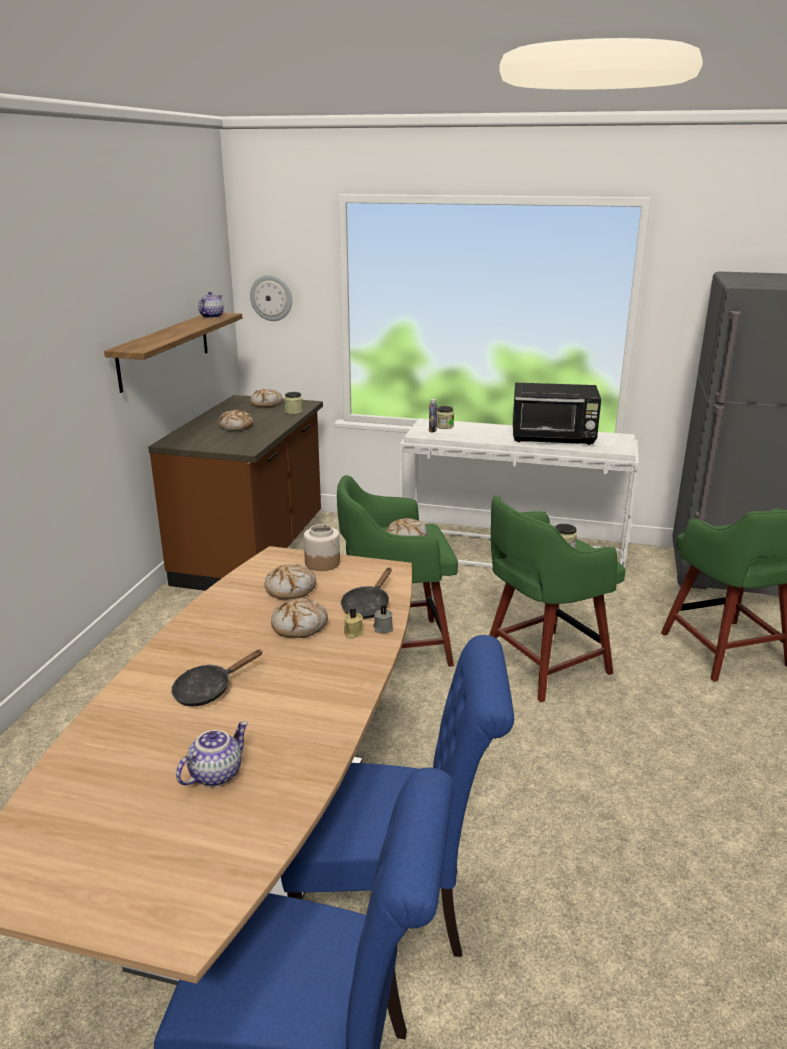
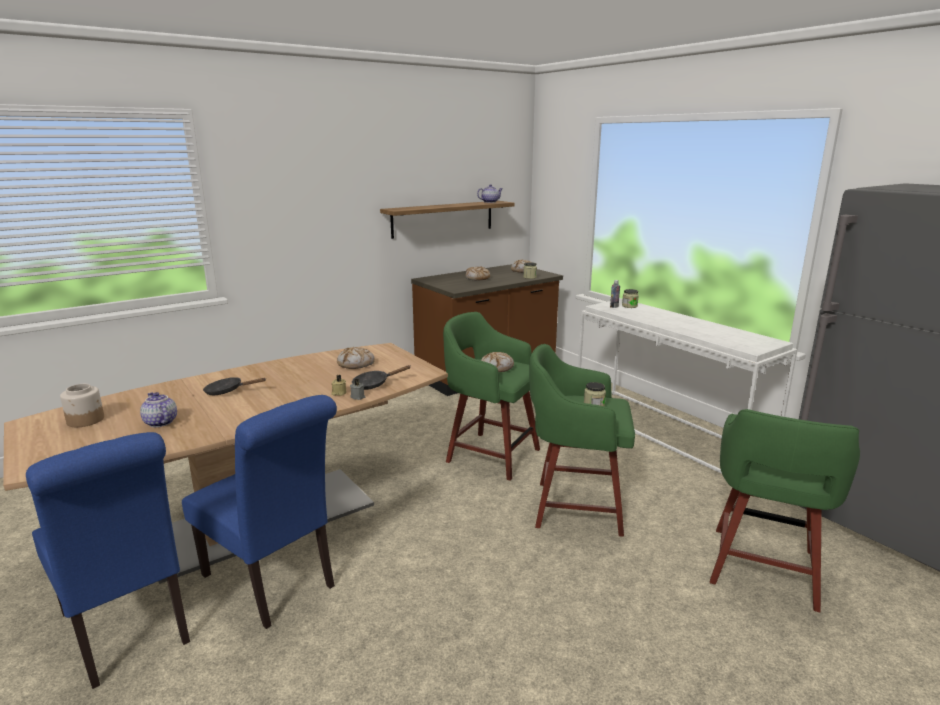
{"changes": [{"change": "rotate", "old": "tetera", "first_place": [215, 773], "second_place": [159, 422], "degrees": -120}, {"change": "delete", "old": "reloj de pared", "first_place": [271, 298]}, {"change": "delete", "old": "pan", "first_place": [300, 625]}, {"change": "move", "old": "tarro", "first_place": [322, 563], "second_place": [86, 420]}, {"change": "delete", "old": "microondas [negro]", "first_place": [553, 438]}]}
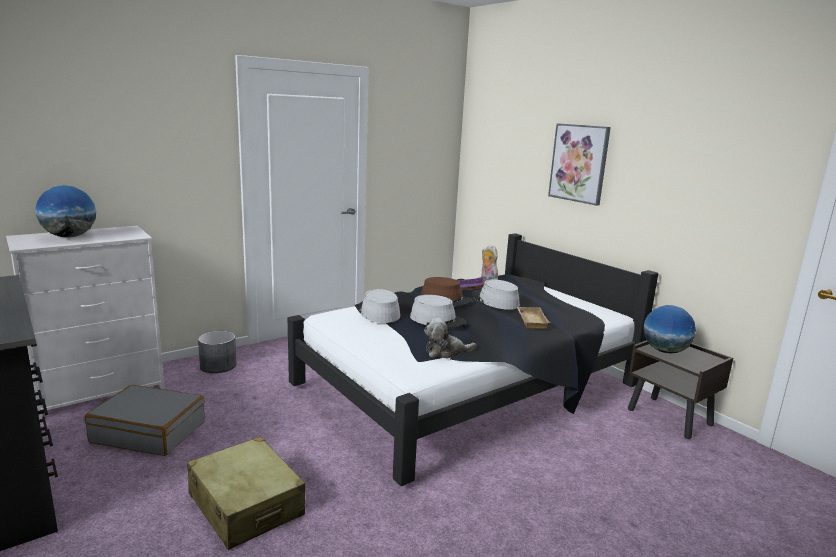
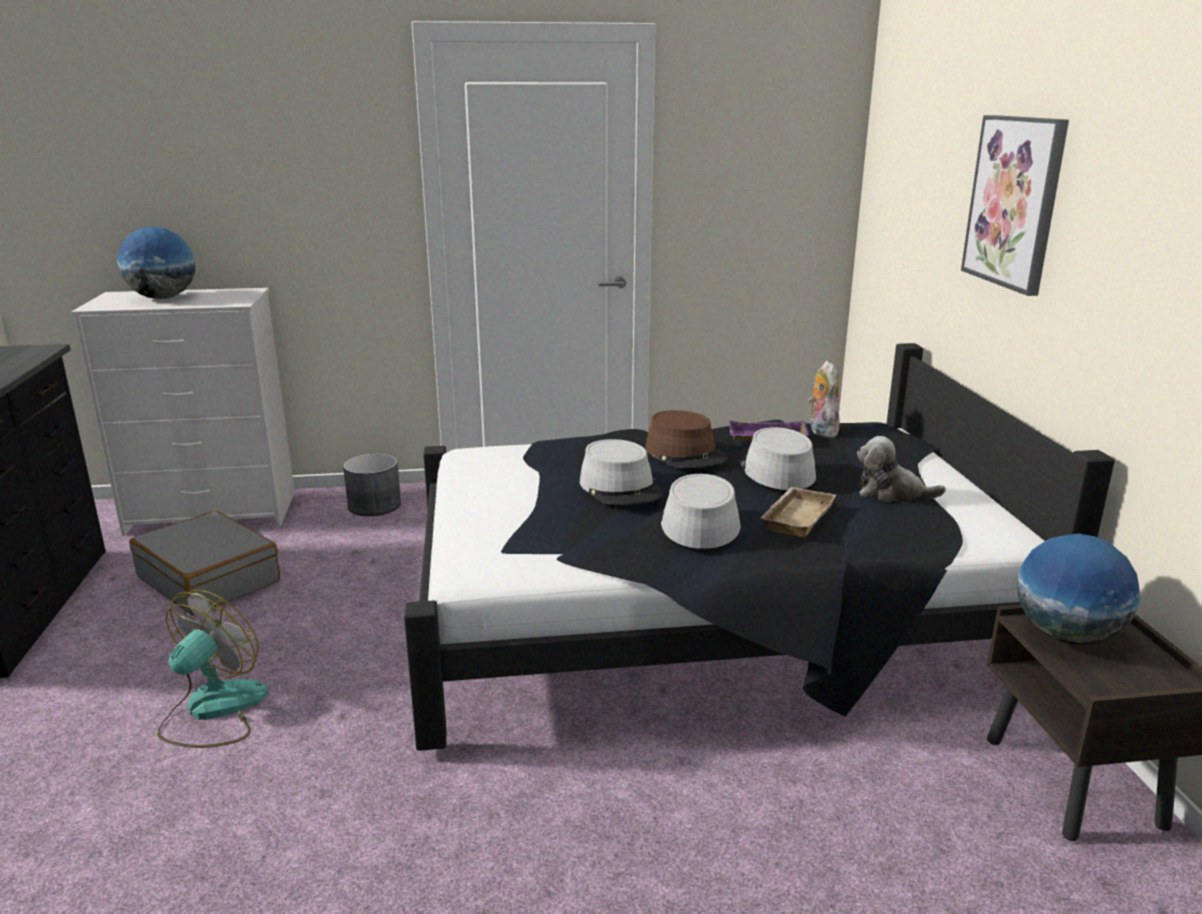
{"changes": [{"change": "replace", "old": "maleta [beis]", "new": "ventilador", "first_place": [246, 505], "second_place": [213, 711]}, {"change": "move", "old": "sombrero [gris]", "first_place": [378, 312], "second_place": [700, 521]}, {"change": "move", "old": "peluche", "first_place": [446, 352], "second_place": [891, 492]}]}
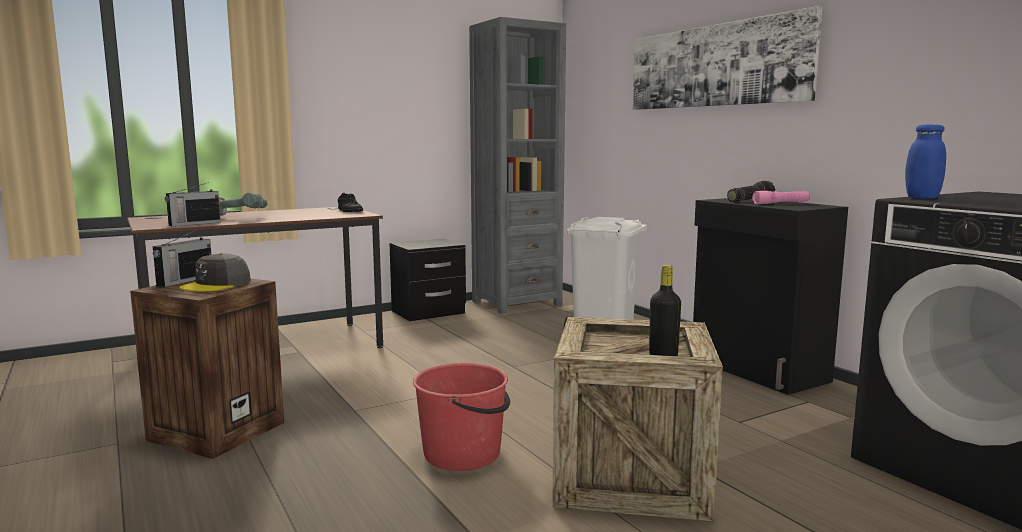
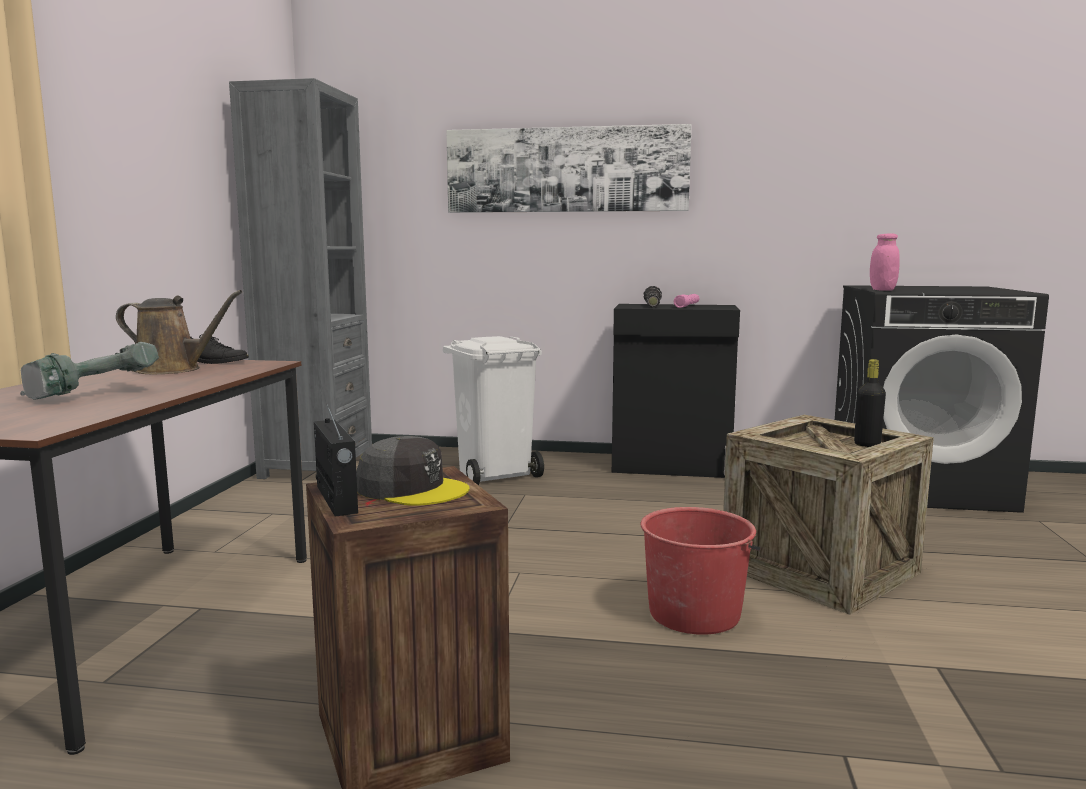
{"changes": [{"change": "delete", "old": "radio", "first_place": [193, 224]}, {"change": "rotate", "old": "gorra [gris]", "first_place": [216, 284], "second_place": [412, 489], "degrees": -45}, {"change": "delete", "old": "mesita de noche [negro]", "first_place": [429, 312]}, {"change": "recolor", "old": "tarro [azul]", "new": "tarro [rosa]", "first_place": [922, 198], "second_place": [882, 290]}, {"change": "insert", "new": "regadera [marrón]", "second_place": [173, 369]}]}
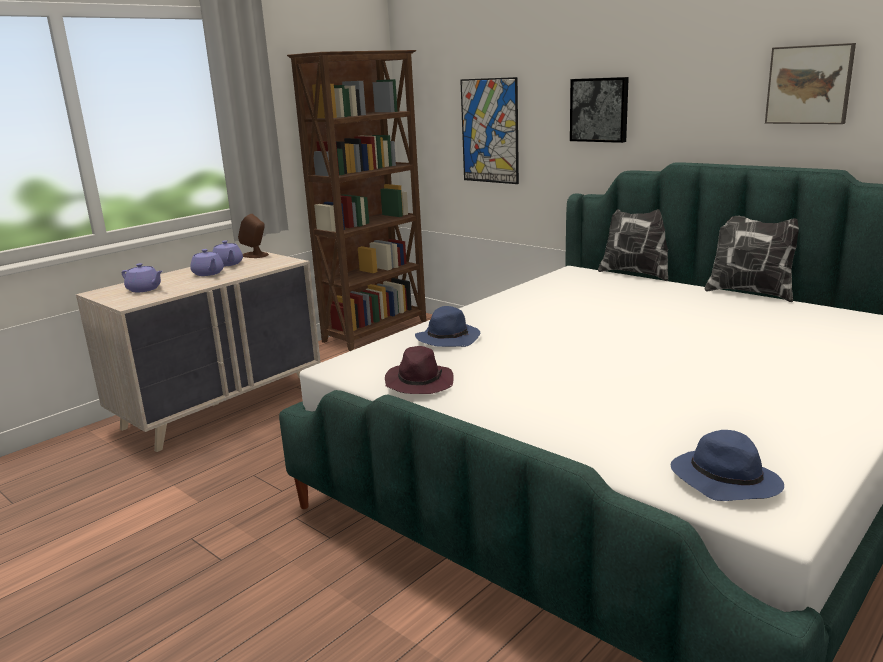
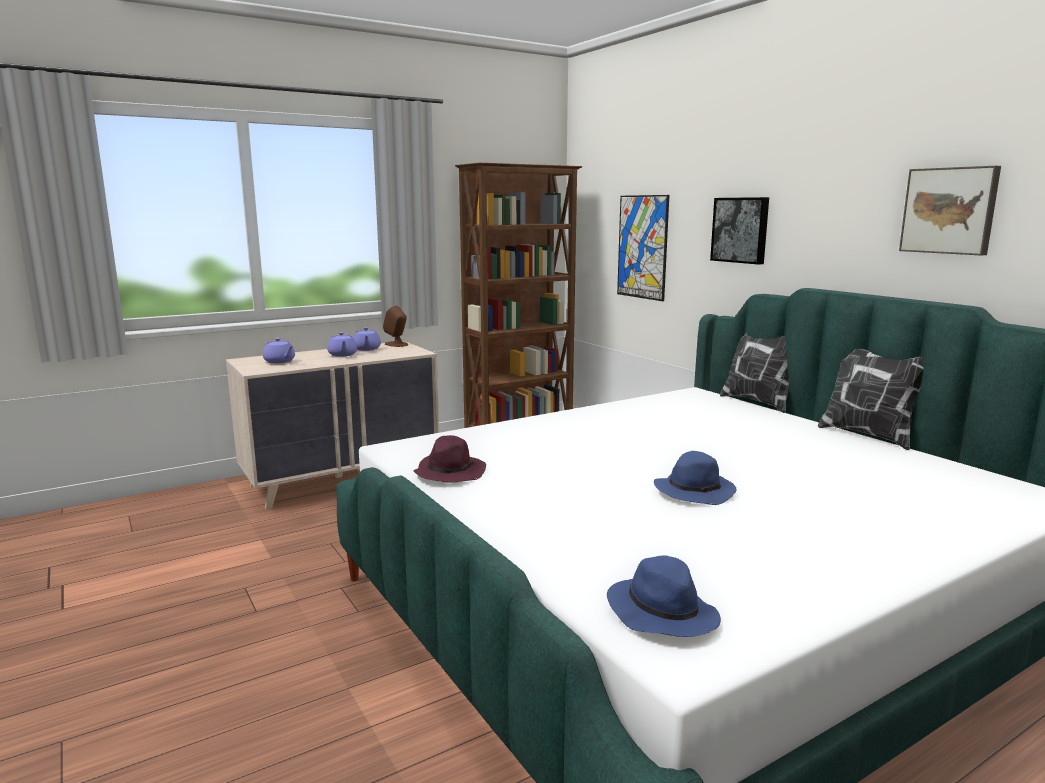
{"changes": [{"change": "move", "old": "sombrero [azul]", "first_place": [448, 338], "second_place": [695, 491]}]}
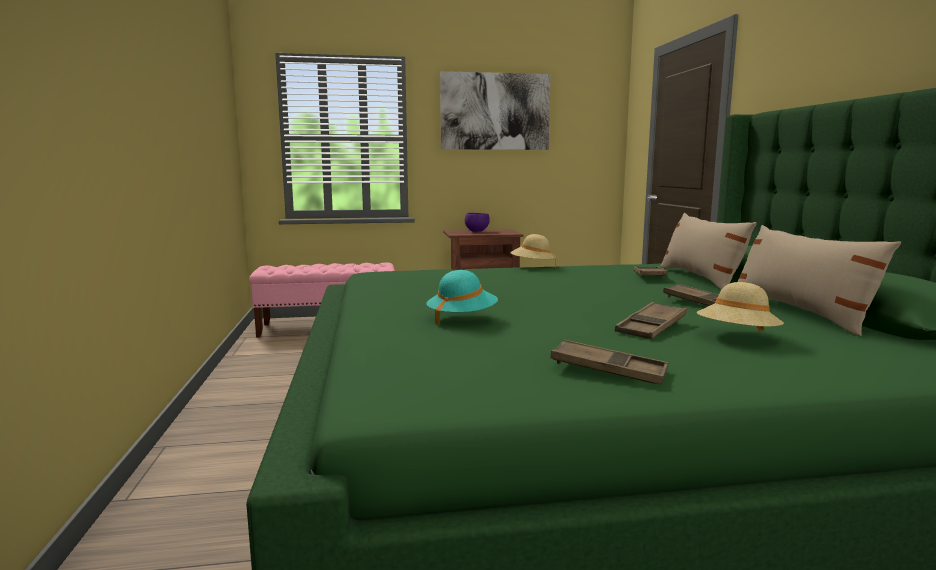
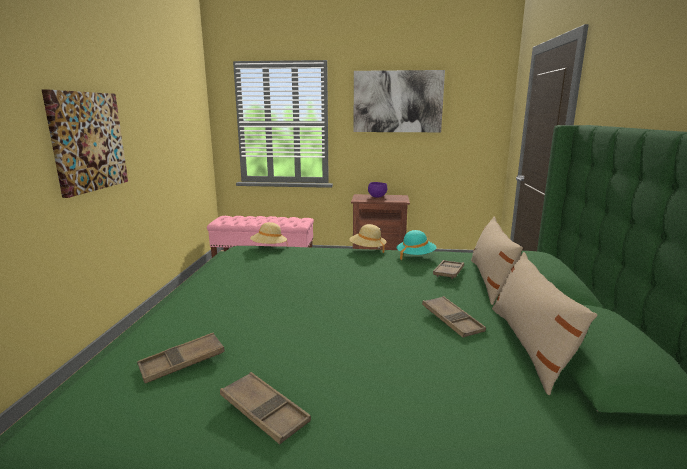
{"changes": [{"change": "move", "old": "sombrero [turquesa]", "first_place": [462, 318], "second_place": [415, 256]}, {"change": "move", "old": "bandeja [marrón]", "first_place": [651, 327], "second_place": [182, 362]}, {"change": "move", "old": "sombrero [beis]", "first_place": [737, 337], "second_place": [269, 247]}, {"change": "insert", "new": "cuadro", "second_place": [87, 141]}]}
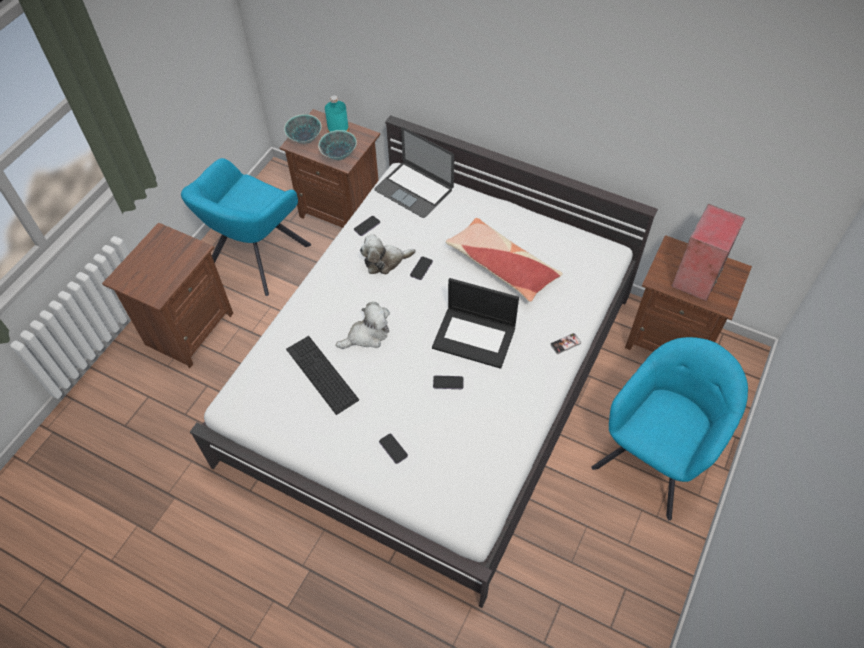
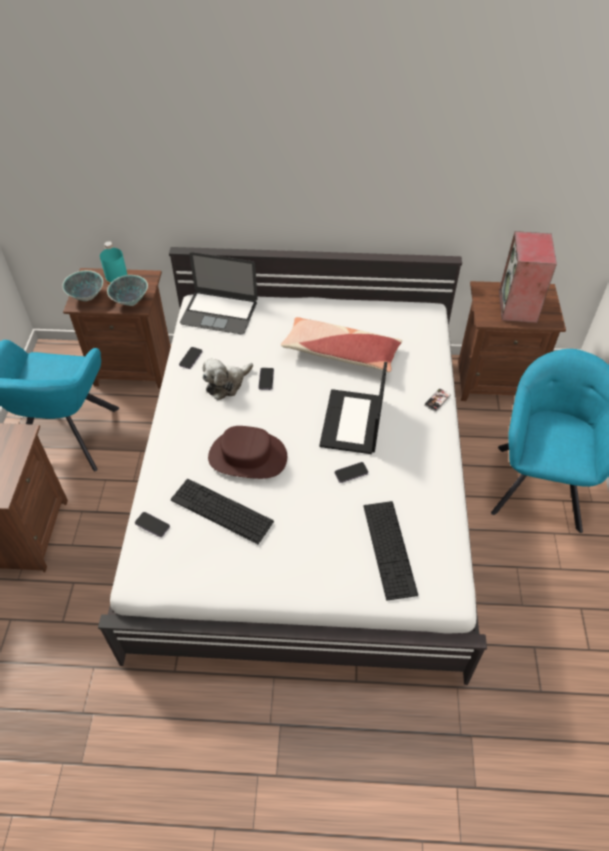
{"changes": [{"change": "replace", "old": "peluche", "new": "sombrero [marrón]", "first_place": [367, 335], "second_place": [247, 457]}, {"change": "move", "old": "móvil", "first_place": [393, 449], "second_place": [152, 525]}, {"change": "rotate", "old": "portátil", "first_place": [475, 337], "second_place": [353, 422], "degrees": 105}, {"change": "insert", "new": "teclado", "second_place": [389, 549]}]}
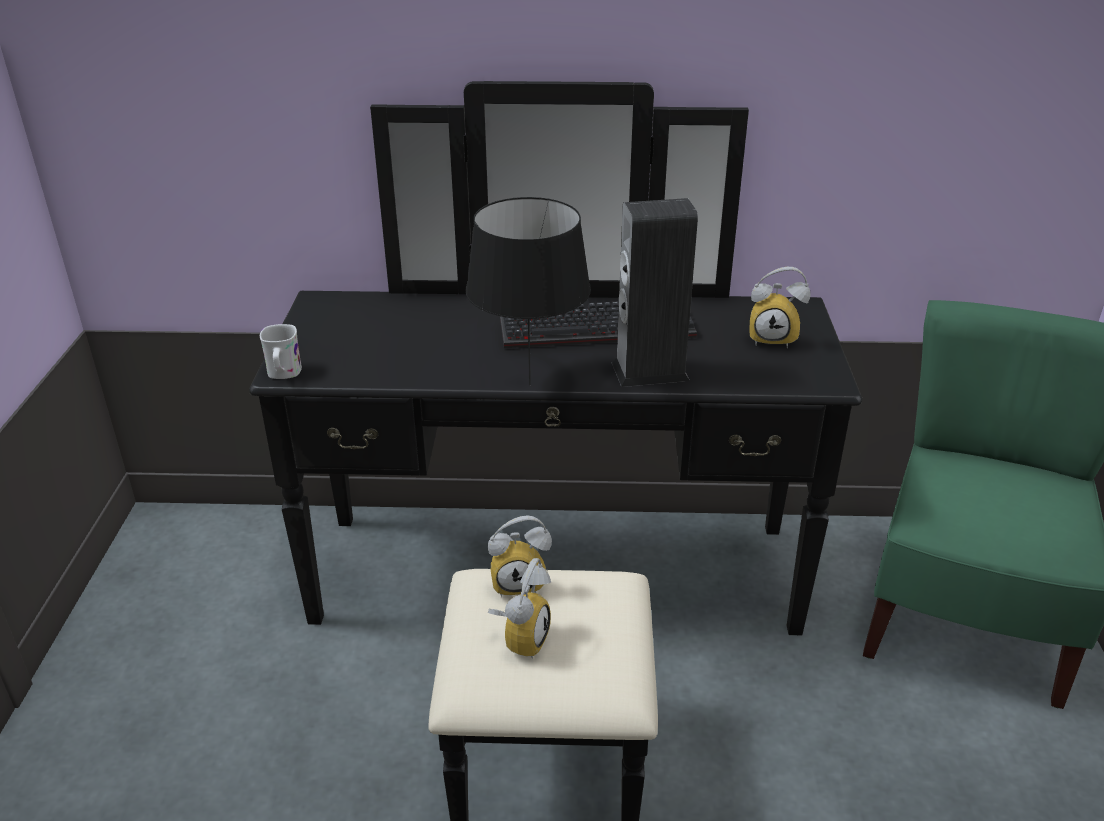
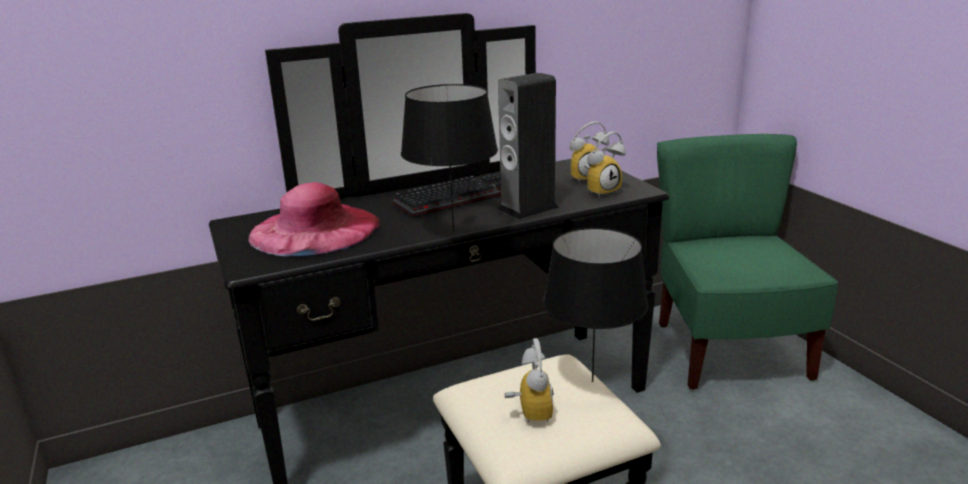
{"changes": [{"change": "delete", "old": "taza grande [blanco]", "first_place": [283, 374]}, {"change": "move", "old": "despertador", "first_place": [520, 581], "second_place": [601, 191]}, {"change": "insert", "new": "sombrero [rosa]", "second_place": [315, 229]}, {"change": "insert", "new": "lámpara de mesa [negro]", "second_place": [592, 380]}]}
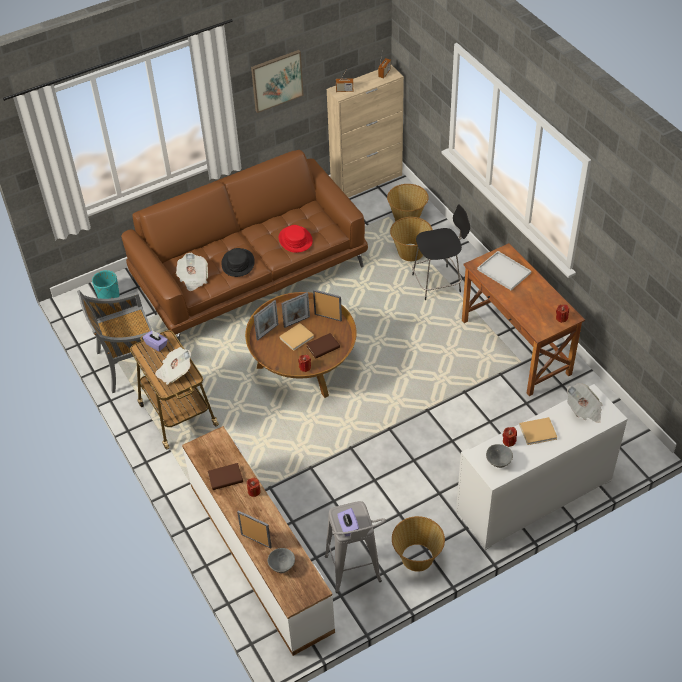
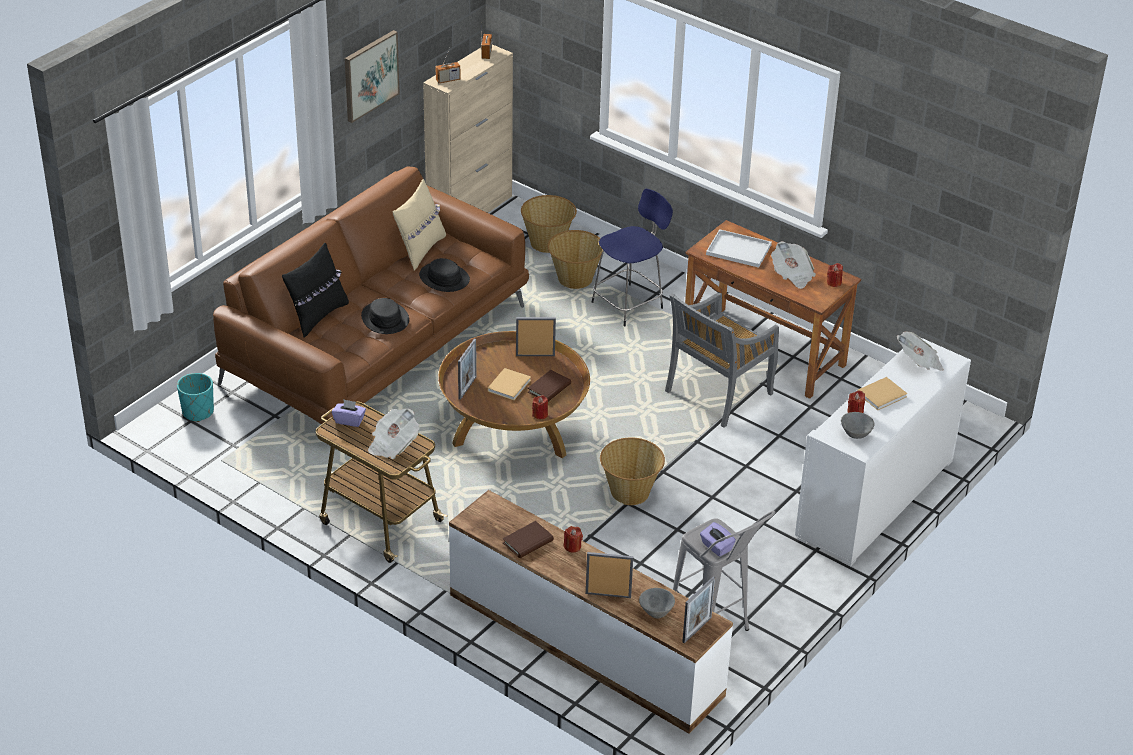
{"changes": [{"change": "move", "old": "silla [gris]", "first_place": [130, 364], "second_place": [717, 394]}, {"change": "move", "old": "periódico", "first_place": [193, 278], "second_place": [792, 275]}, {"change": "recolor", "old": "sombrero [rojo]", "new": "sombrero [negro]", "first_place": [295, 240], "second_place": [444, 278]}, {"change": "move", "old": "portarretratos", "first_place": [296, 322], "second_place": [697, 630]}, {"change": "move", "old": "cesta", "first_place": [417, 558], "second_place": [630, 492]}, {"change": "recolor", "old": "taburete [negro]", "new": "taburete [azul]", "first_place": [438, 283], "second_place": [629, 304]}, {"change": "insert", "new": "cojín [negro]", "second_place": [317, 316]}, {"change": "insert", "new": "cojín [beis]", "second_place": [420, 250]}]}
